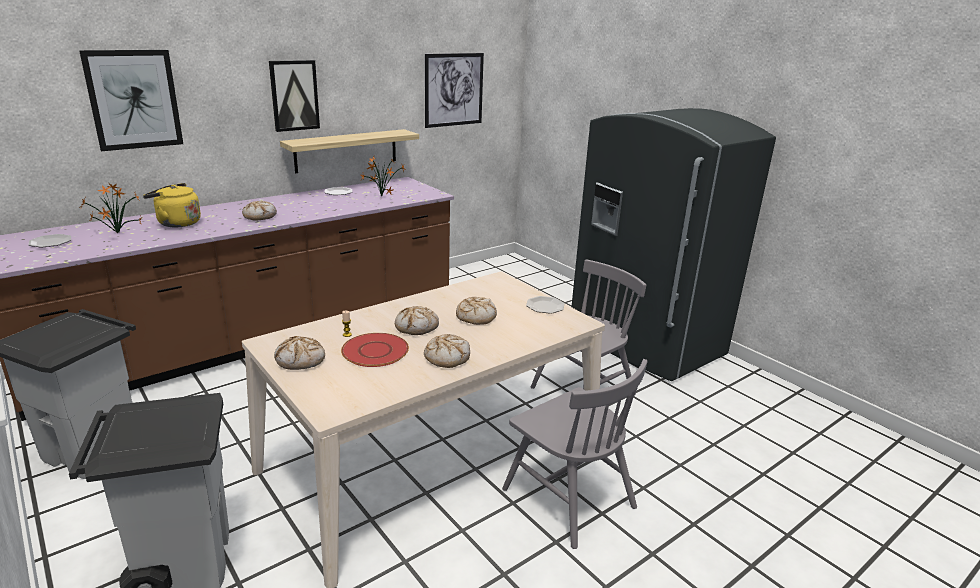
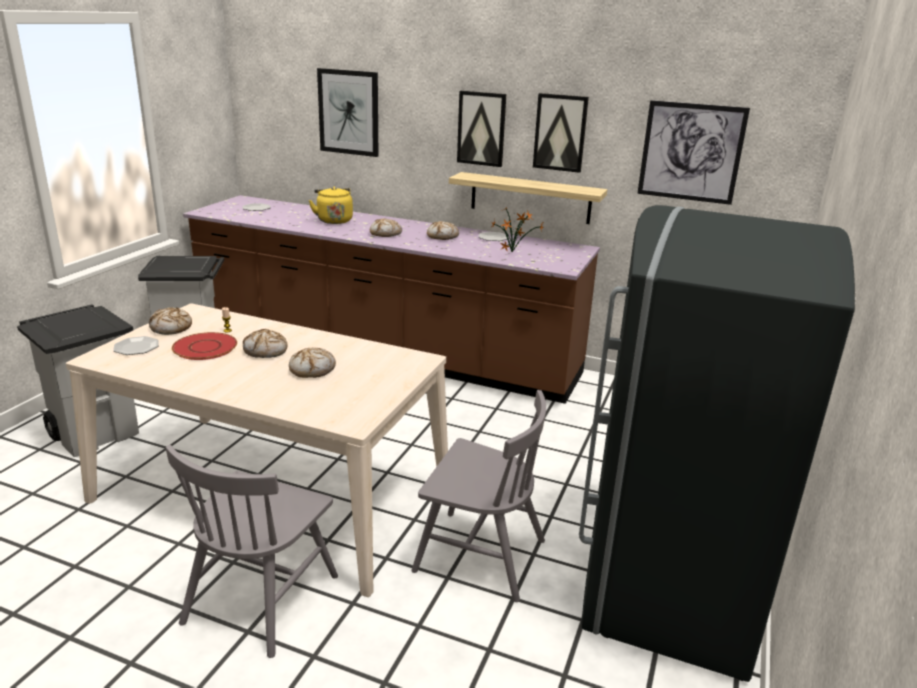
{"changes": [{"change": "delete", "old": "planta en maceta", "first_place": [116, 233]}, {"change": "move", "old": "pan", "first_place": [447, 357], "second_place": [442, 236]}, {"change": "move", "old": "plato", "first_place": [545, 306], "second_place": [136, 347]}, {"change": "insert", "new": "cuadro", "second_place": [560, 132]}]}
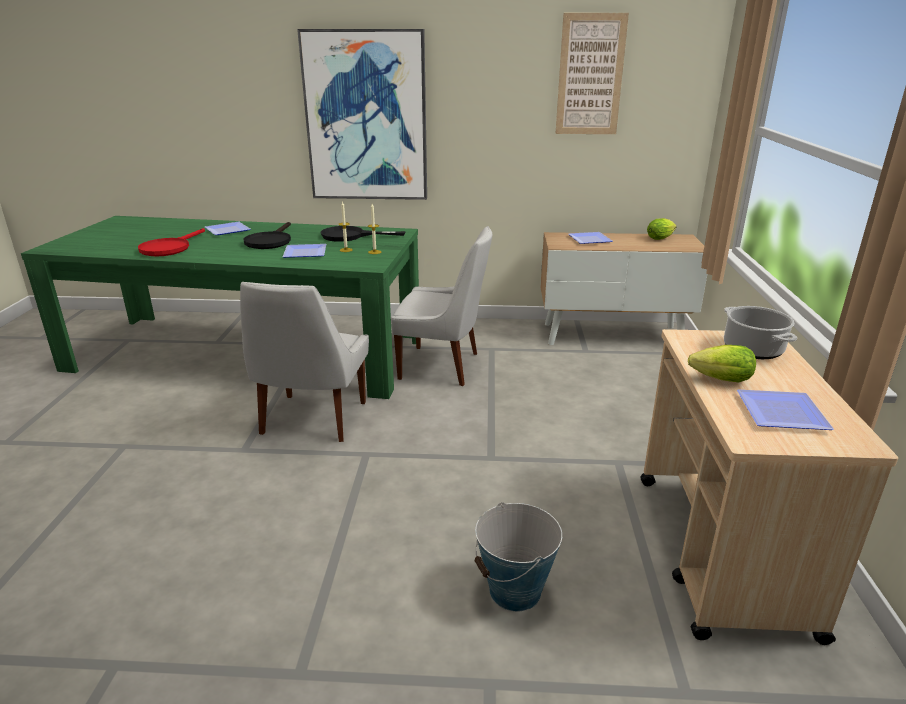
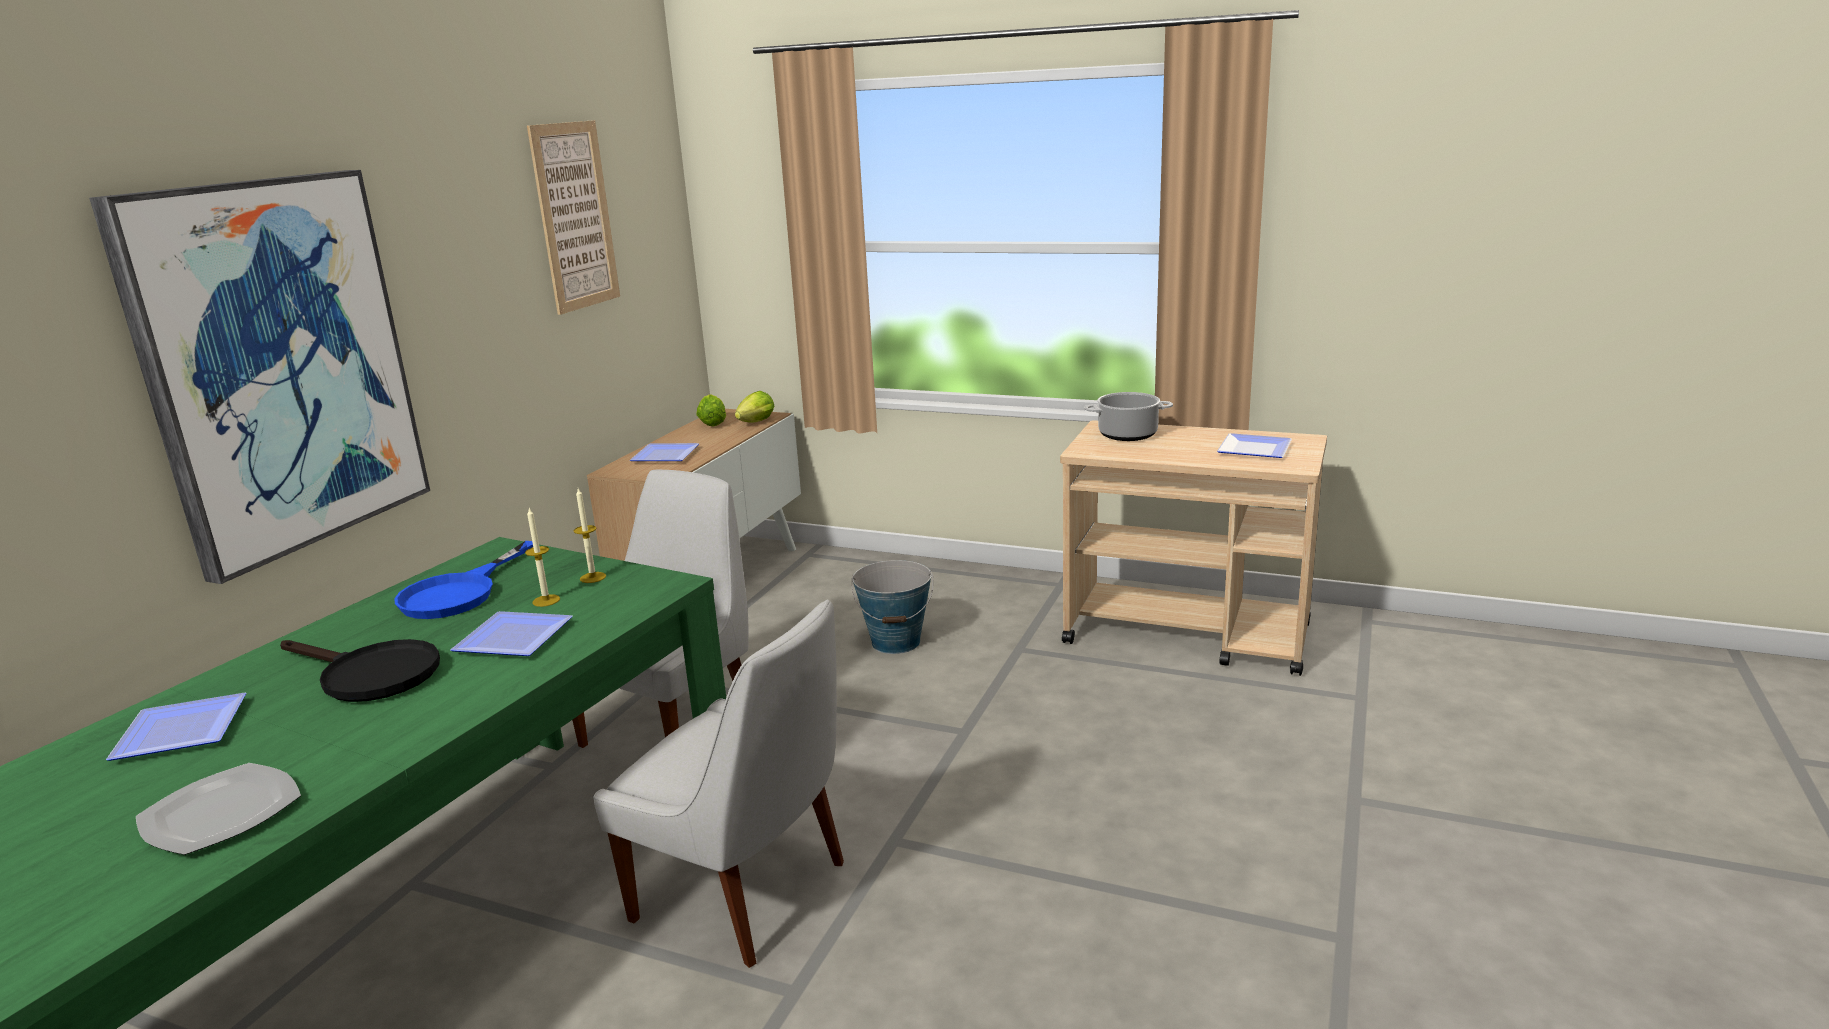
{"changes": [{"change": "replace", "old": "sartén [rojo]", "new": "plato", "first_place": [169, 248], "second_place": [220, 814]}, {"change": "recolor", "old": "sartén [negro]", "new": "sartén [azul]", "first_place": [351, 236], "second_place": [459, 592]}, {"change": "move", "old": "cubo", "first_place": [515, 591], "second_place": [896, 642]}, {"change": "move", "old": "lechuga", "first_place": [717, 379], "second_place": [754, 423]}]}
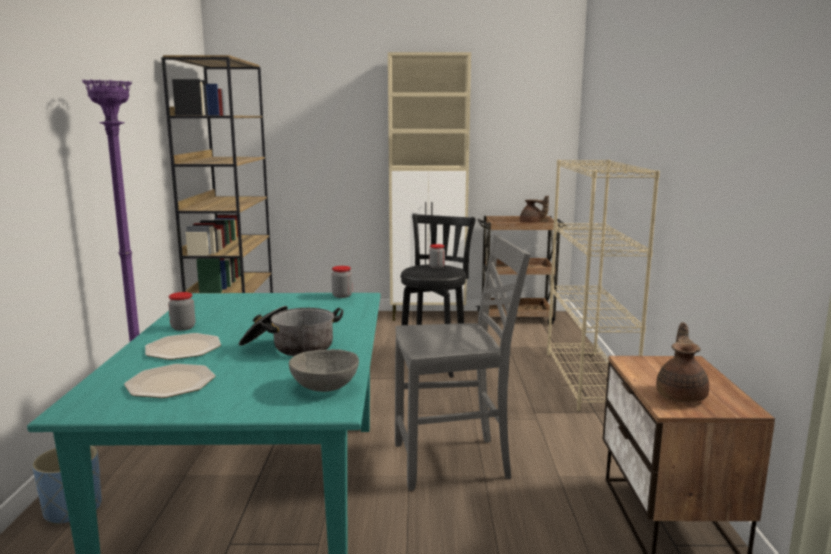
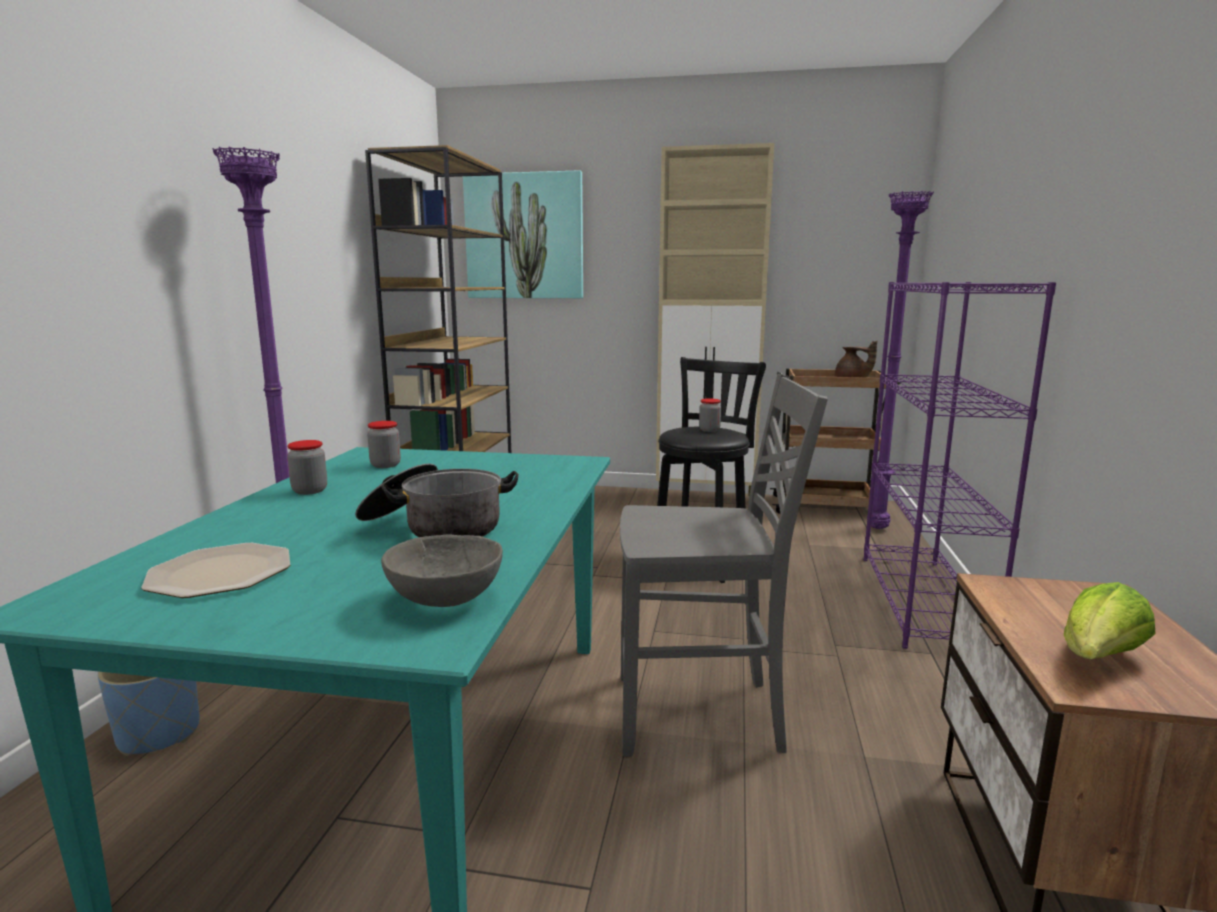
{"changes": [{"change": "delete", "old": "plato", "first_place": [184, 348]}, {"change": "move", "old": "tarro", "first_place": [342, 296], "second_place": [385, 465]}, {"change": "recolor", "old": "estantería [beis]", "new": "estantería [morado]", "first_place": [588, 380], "second_place": [923, 601]}, {"change": "replace", "old": "tetera [marrón]", "new": "lechuga", "first_place": [681, 395], "second_place": [1098, 658]}, {"change": "insert", "new": "cuadro", "second_place": [524, 236]}, {"change": "insert", "new": "lámpara de pie [morado]", "second_place": [878, 529]}]}
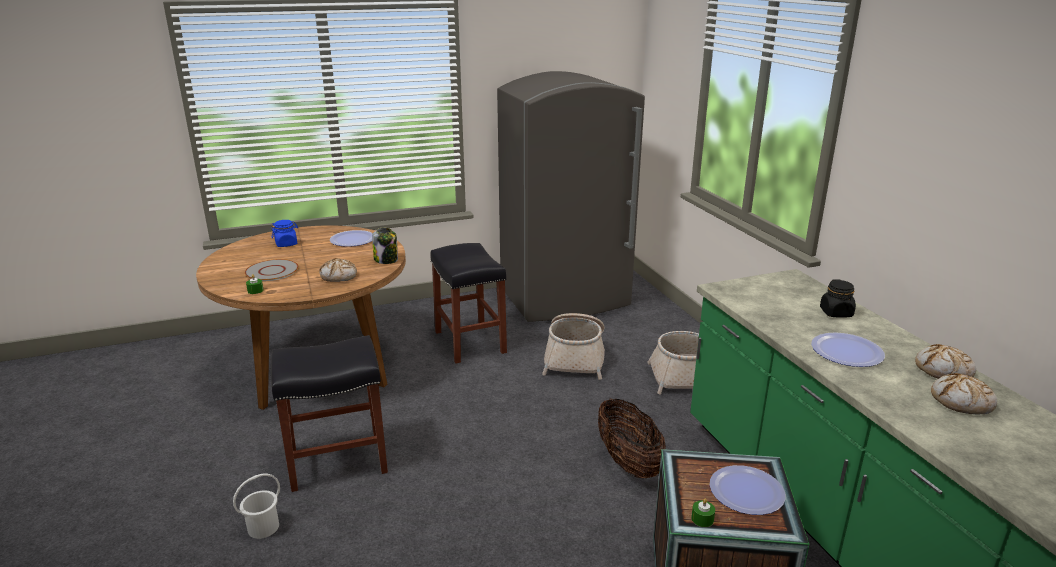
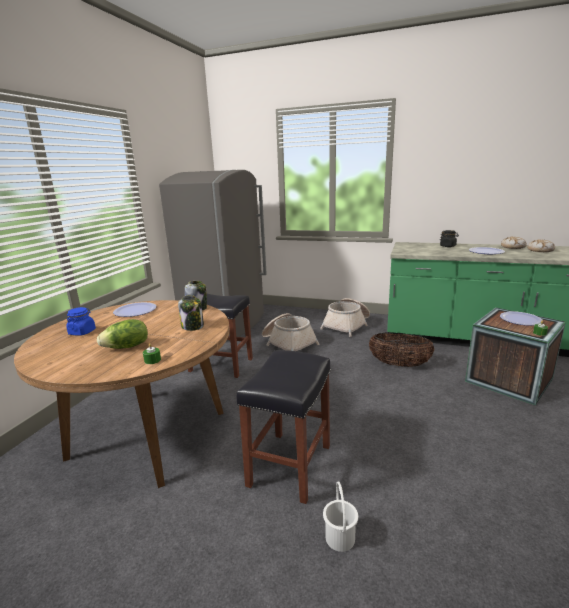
{"changes": [{"change": "replace", "old": "plato [gris]", "new": "lechuga", "first_place": [272, 271], "second_place": [127, 347]}, {"change": "replace", "old": "pan", "new": "tarro", "first_place": [339, 276], "second_place": [193, 326]}]}
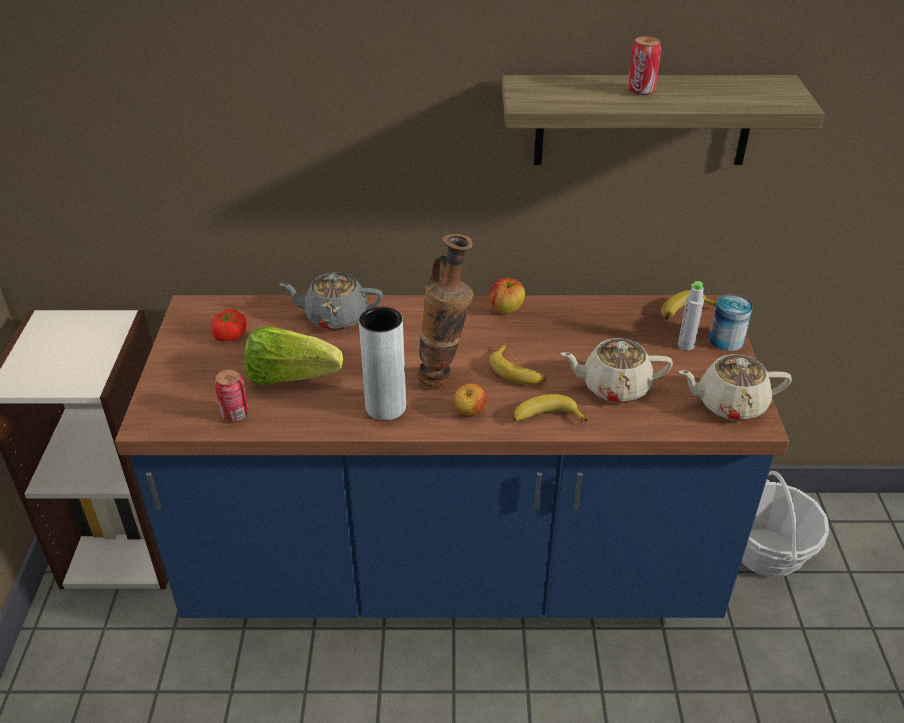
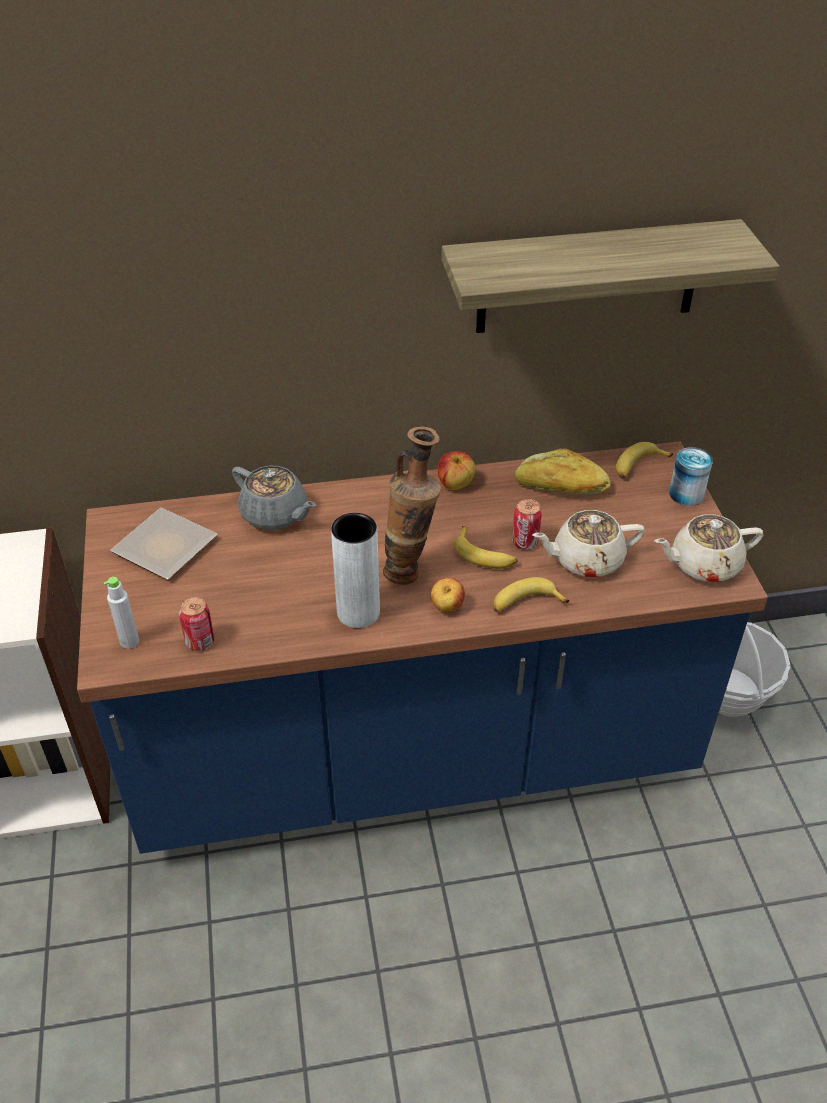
{"changes": [{"change": "replace", "old": "tomate", "new": "plato", "first_place": [229, 335], "second_place": [165, 550]}, {"change": "delete", "old": "lechuga", "first_place": [290, 376]}, {"change": "rotate", "old": "tetera [gris]", "first_place": [335, 317], "second_place": [275, 514], "degrees": -135}, {"change": "move", "old": "lata", "first_place": [641, 90], "second_place": [525, 542]}, {"change": "move", "old": "botella [gris]", "first_place": [686, 345], "second_place": [129, 641]}, {"change": "insert", "new": "pan", "second_place": [561, 487]}]}
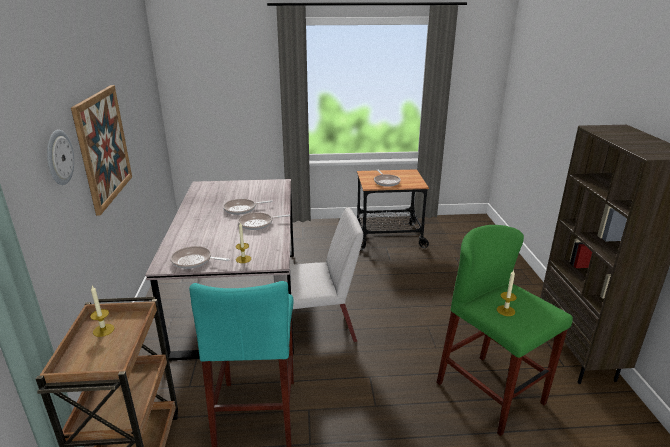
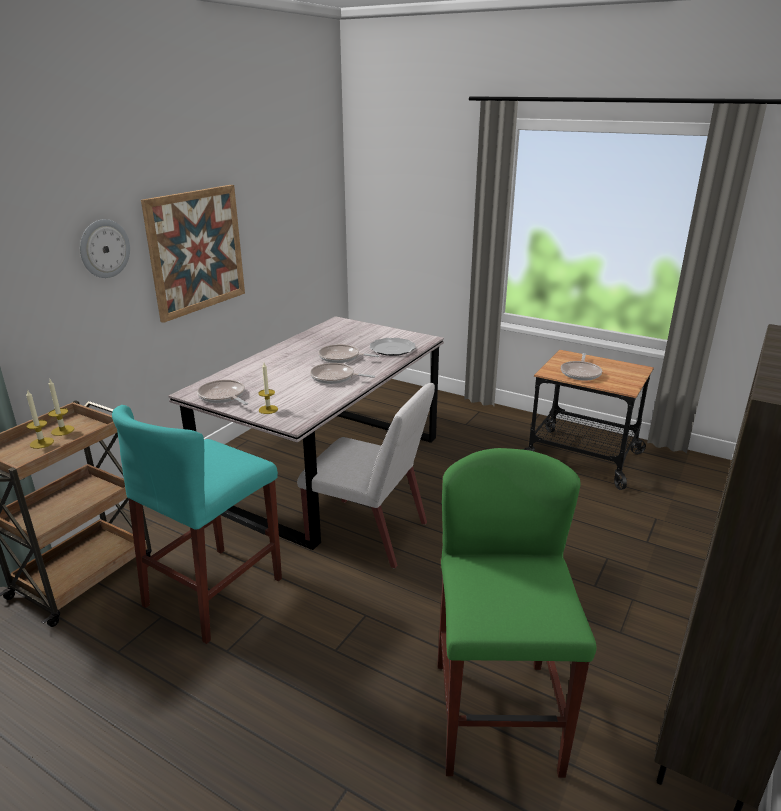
{"changes": [{"change": "move", "old": "vela", "first_place": [505, 310], "second_place": [41, 443]}, {"change": "insert", "new": "plato", "second_place": [392, 349]}]}
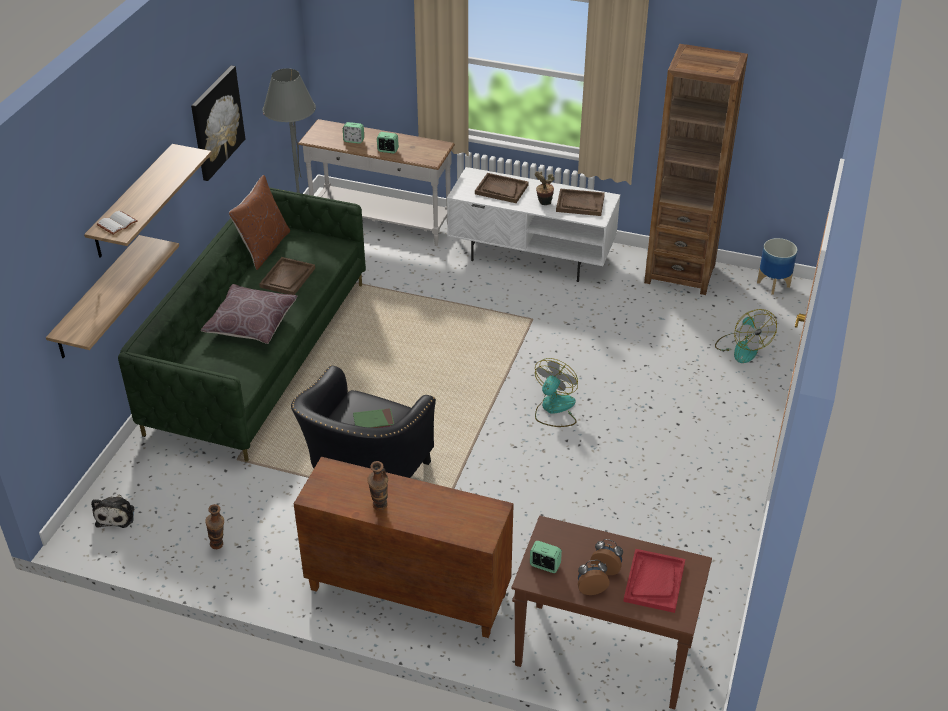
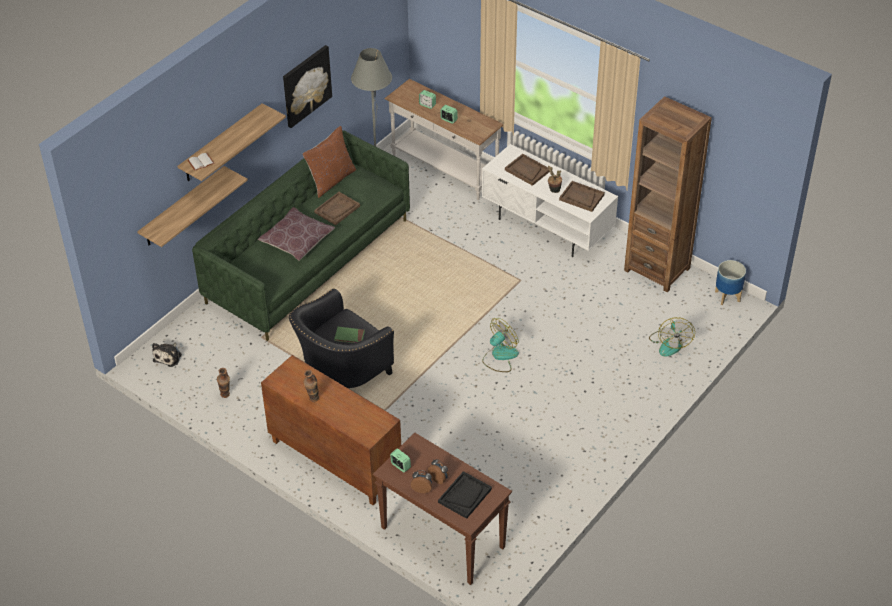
{"changes": [{"change": "recolor", "old": "bandeja [rojo]", "new": "bandeja [negro]", "first_place": [654, 582], "second_place": [465, 495]}]}
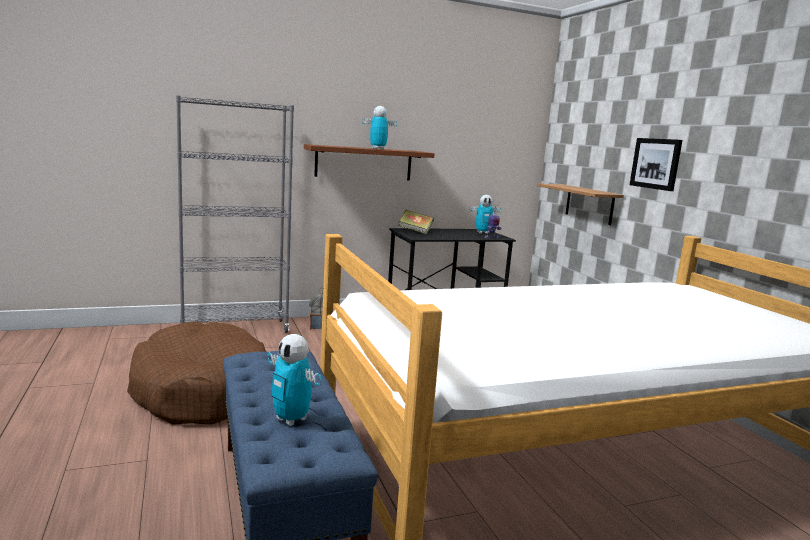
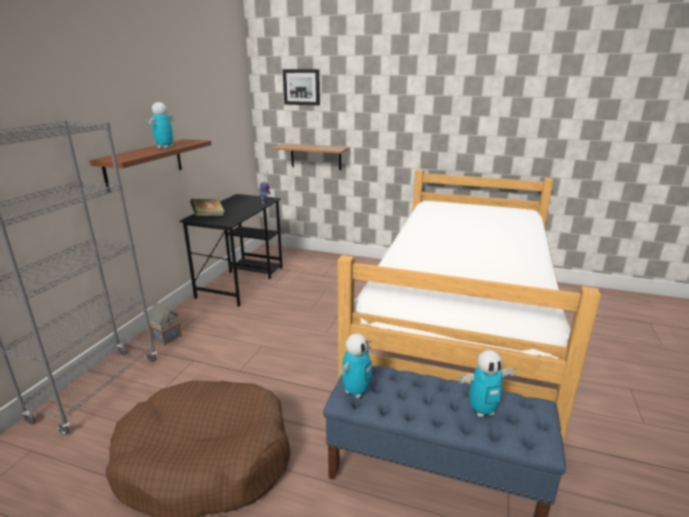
{"changes": [{"change": "move", "old": "robot de juguete", "first_place": [482, 233], "second_place": [356, 391]}, {"change": "move", "old": "cuadro", "first_place": [656, 163], "second_place": [301, 87]}]}
